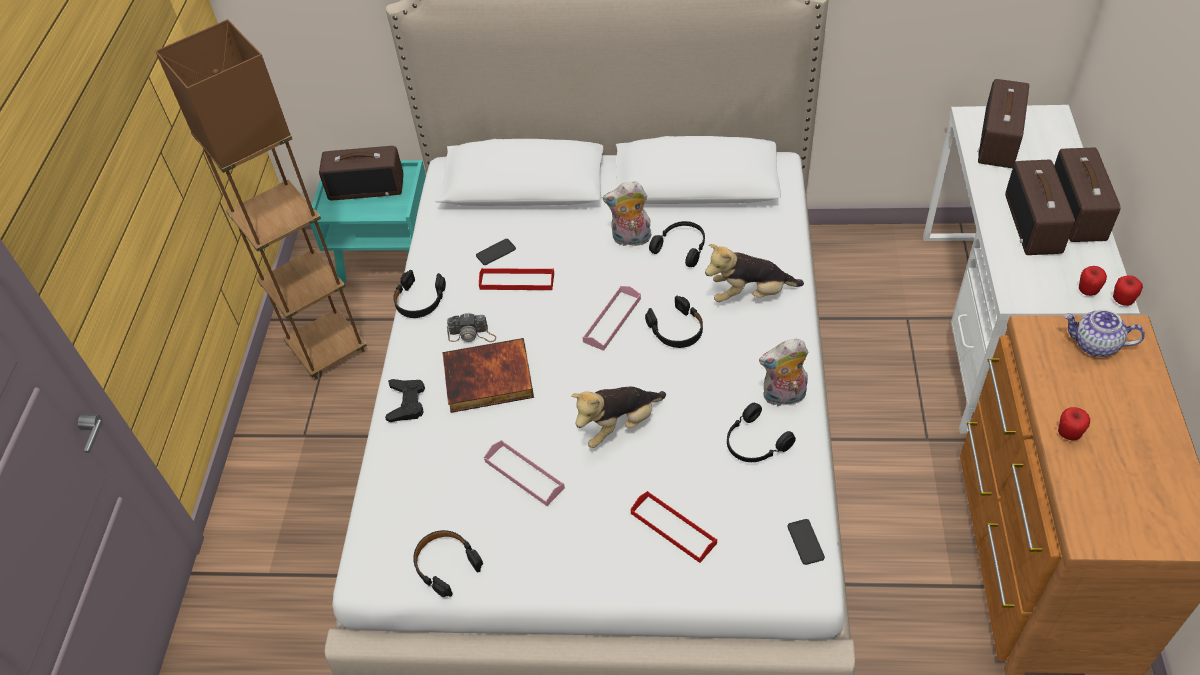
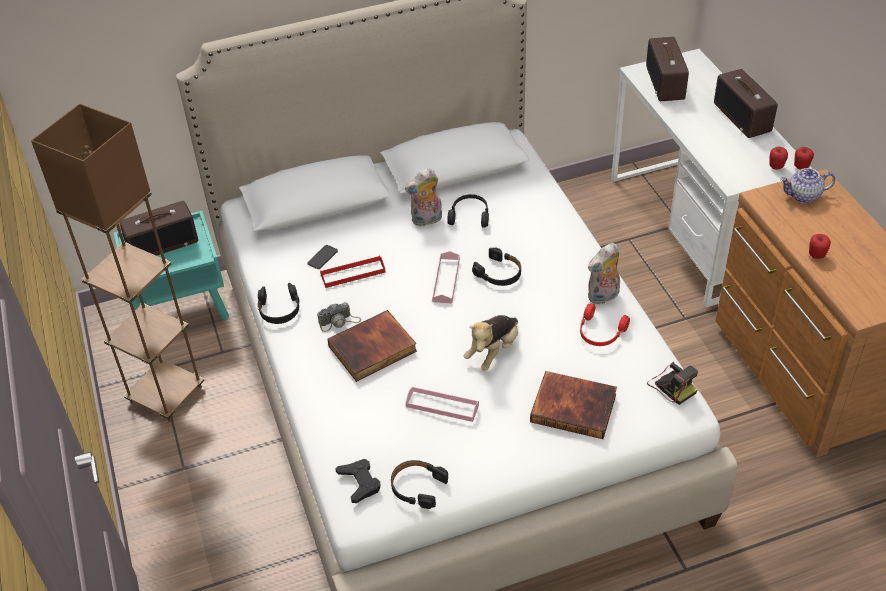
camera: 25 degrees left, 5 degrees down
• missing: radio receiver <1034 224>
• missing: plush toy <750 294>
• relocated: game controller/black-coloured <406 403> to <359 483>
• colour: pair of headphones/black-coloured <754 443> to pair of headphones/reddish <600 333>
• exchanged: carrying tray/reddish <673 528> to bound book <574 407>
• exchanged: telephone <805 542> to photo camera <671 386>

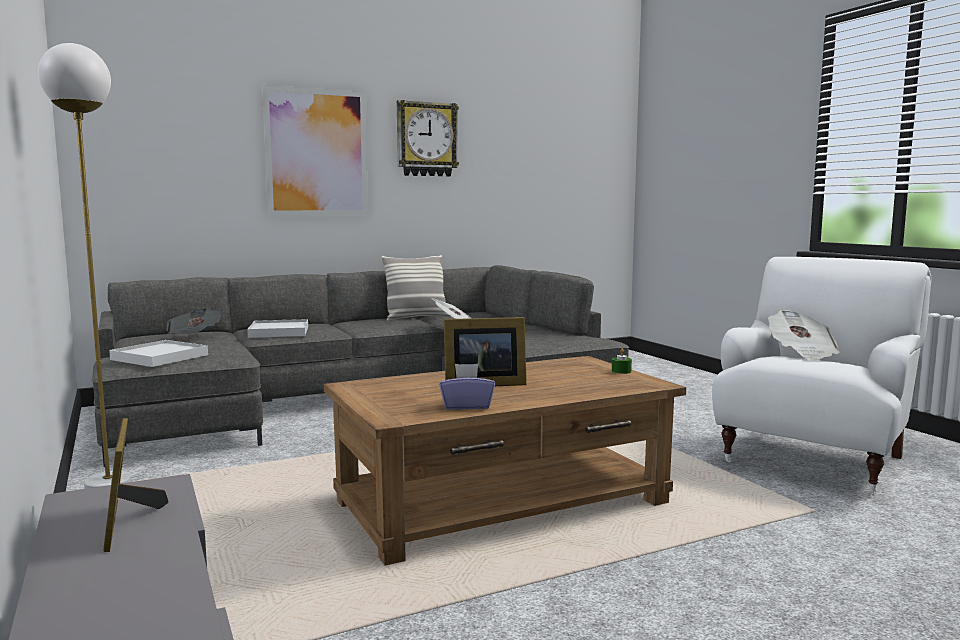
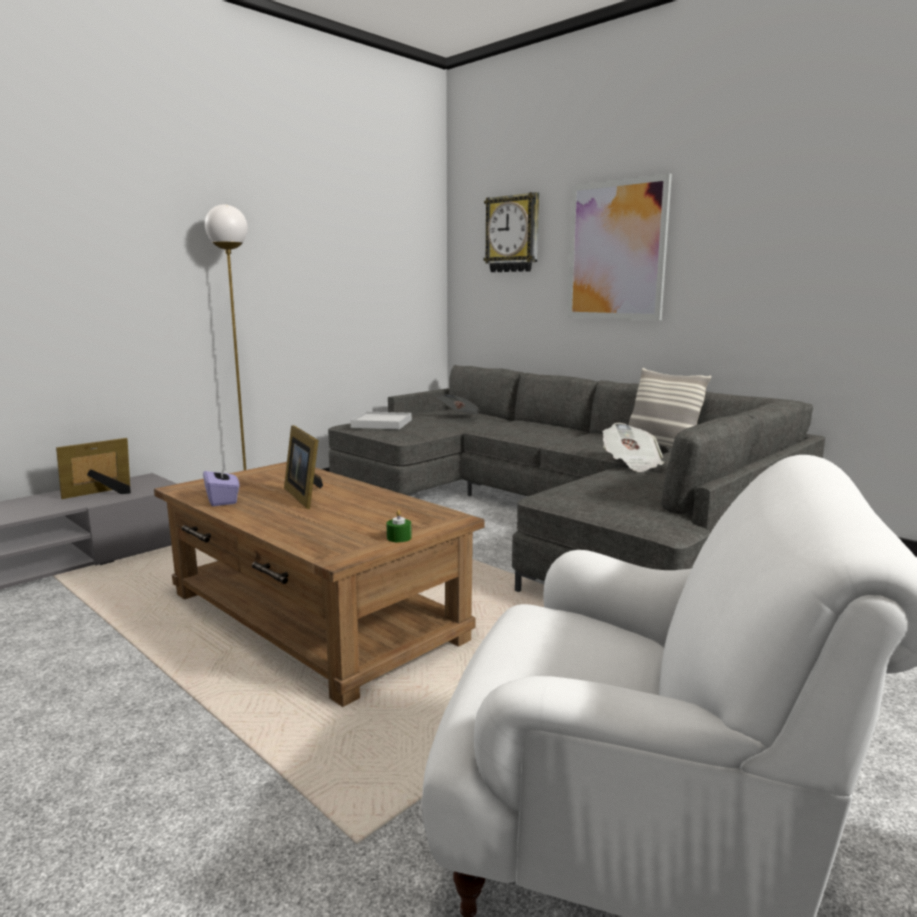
camera: 70 degrees right, 5 degrees up
• relocated: clock on the wall <426 139> to <513 234>
• missing: newspaper <801 353>
• missing: carrying tray/white <279 332>

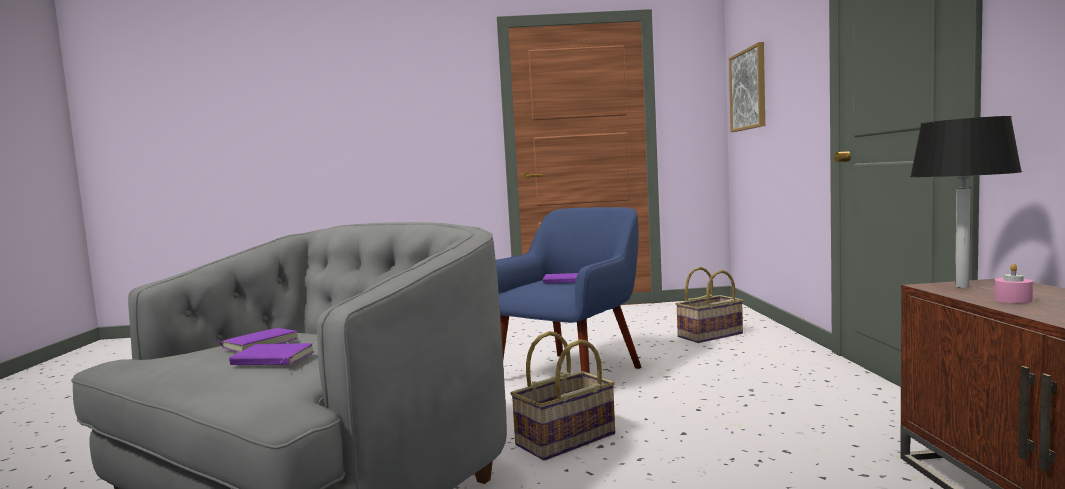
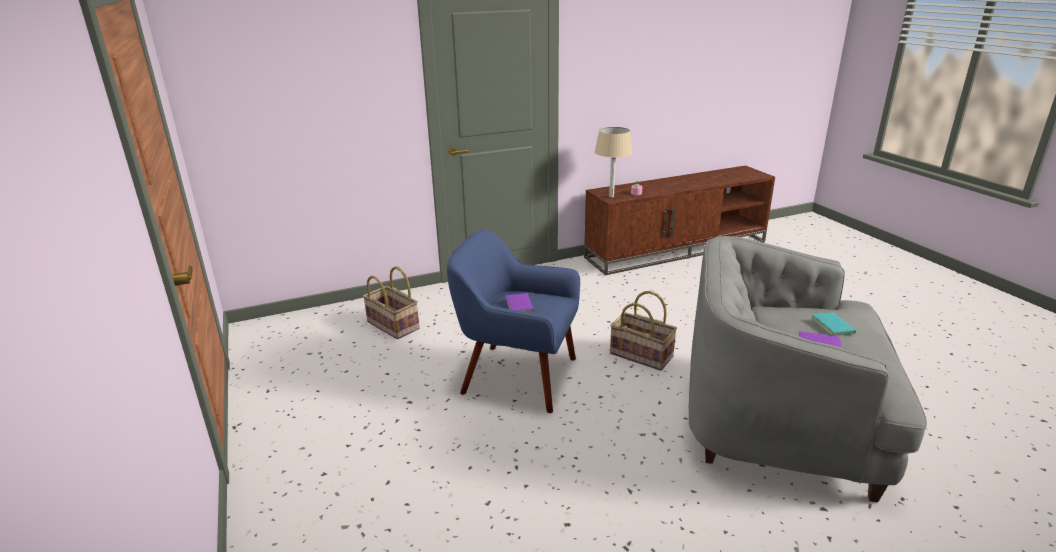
camera: 110 degrees left, 20 degrees up
• missing: wall picture <748 90>
• colour: table lamp/black-coloured <962 286> to table lamp/beige <611 196>
• colour: bound book/purple-coloured <271 360> to bound book/blue-green <833 326>

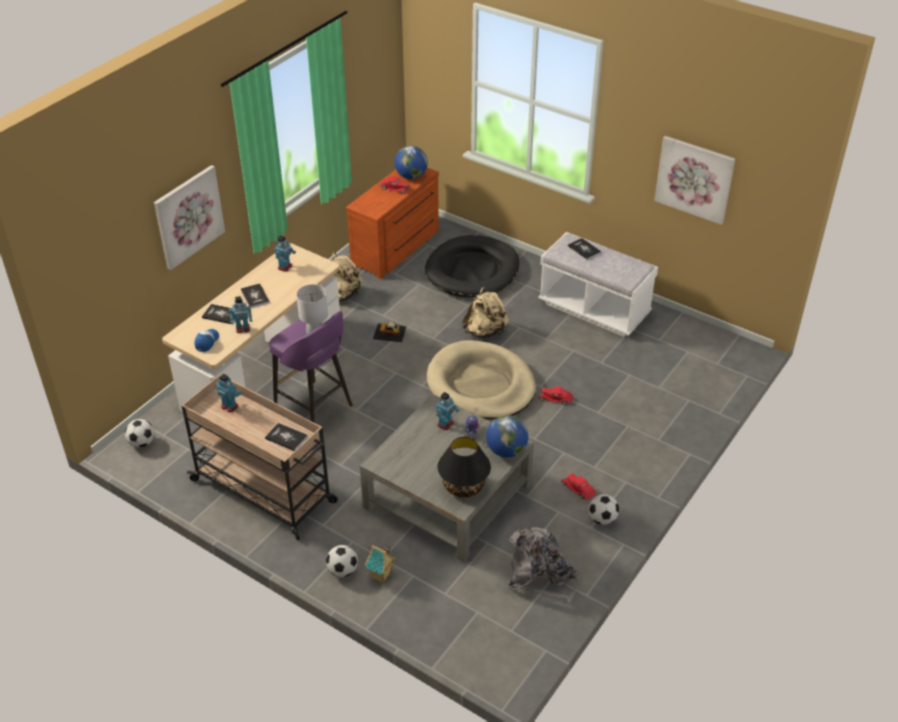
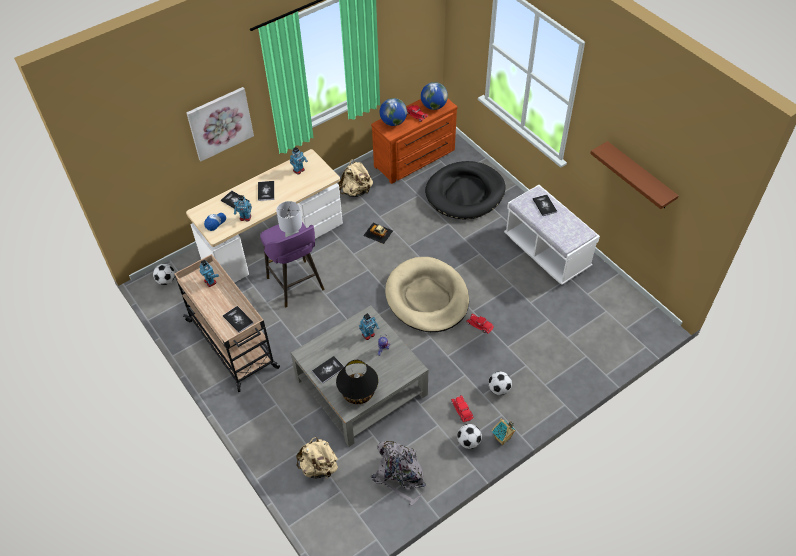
camera: 20 degrees right, 10 degrees up
• exchanged: wall picture <694 179> to wall shelf/brownish <639 176>
• relocated: knapsack/beige <485 332> to <319 467>
• relocated: globe <506 451> to <393 122>
• relocated: football <343 570> to <499 389>
• relocated: model house <381 576> to <502 439>
• appeared: bound book <328 370>

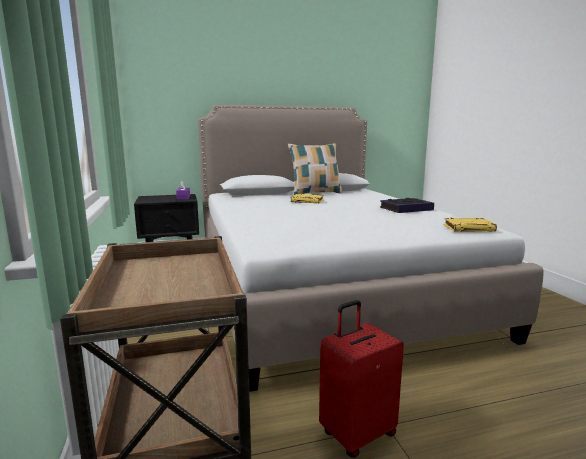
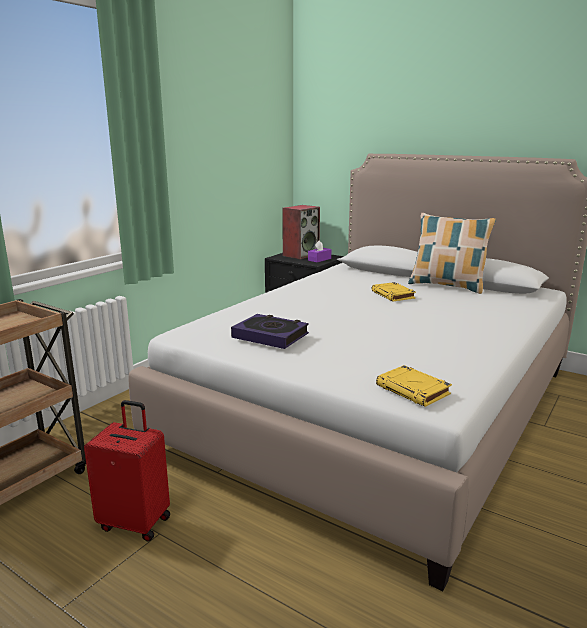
camera: 50 degrees right, 5 degrees up
• relocated: bound book <406 209> to <270 336>
• appeared: audio speaker <301 255>

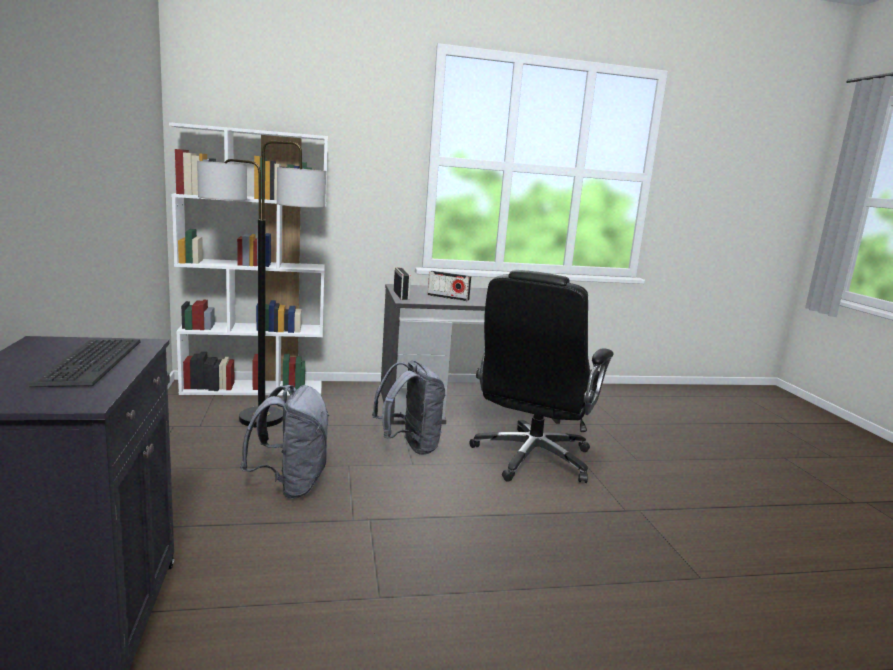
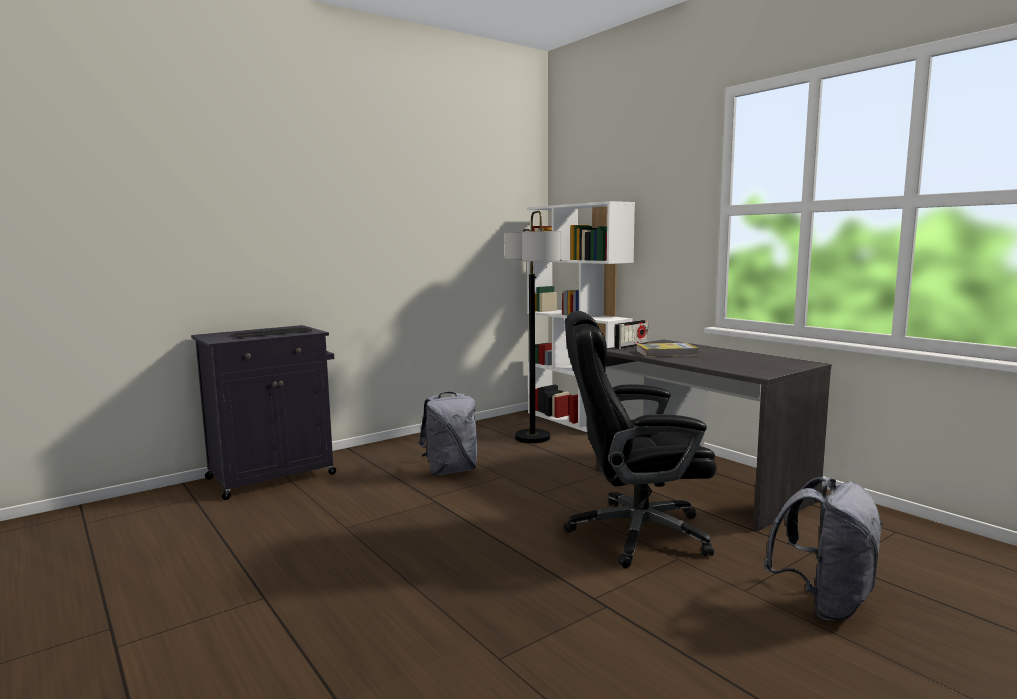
camera: 65 degrees right, 5 degrees down
• exchanged: radio receiver <448 297> to bound book <666 353>
• relocated: knapsack/gray <409 446> to <824 603>

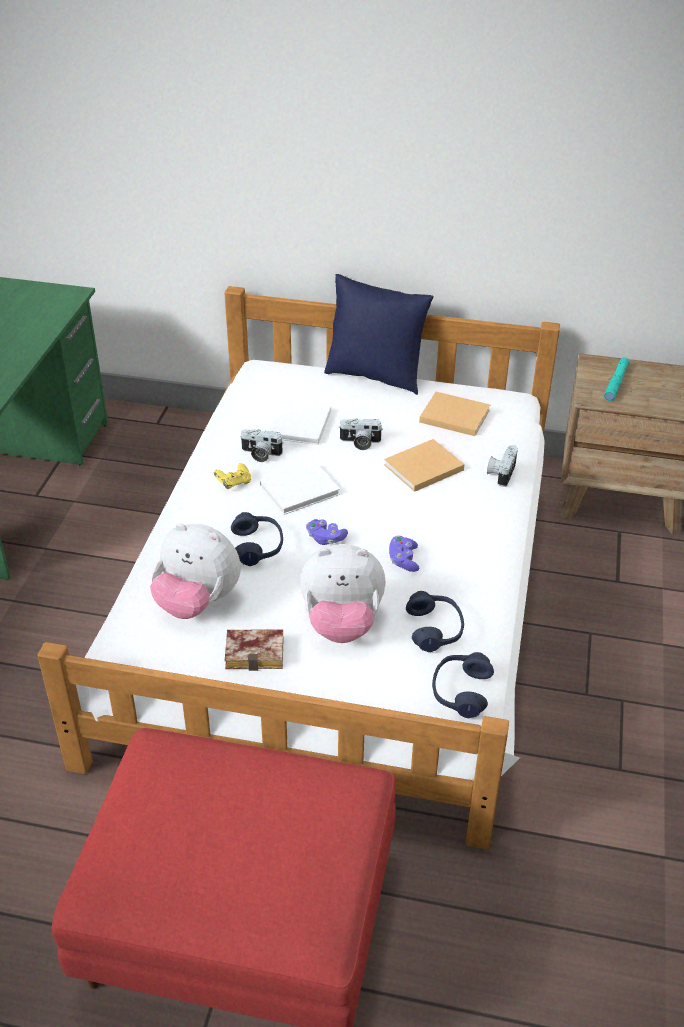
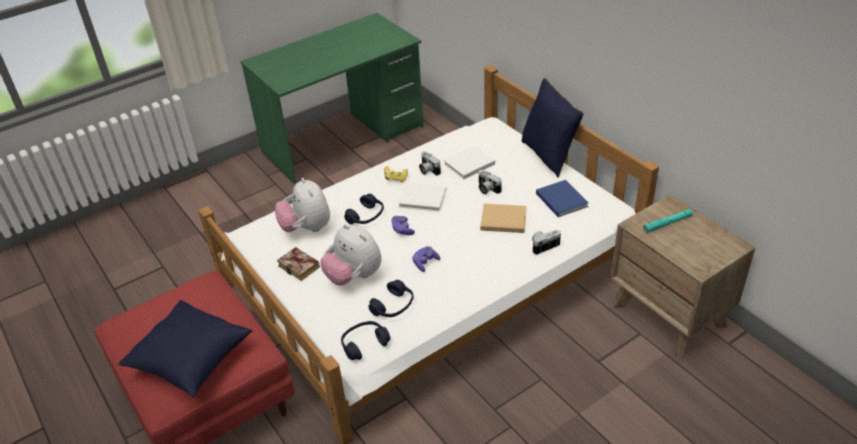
camera: 45 degrees right, 0 degrees up
• colour: bound book/beige <452 415> to bound book/bluish <560 199>
• appeared: cushion/bluish <191 360>

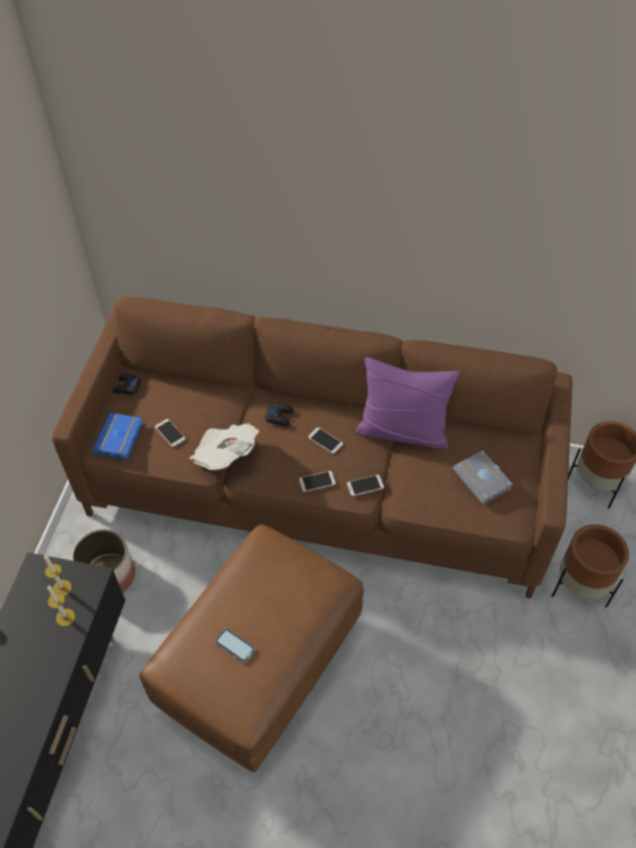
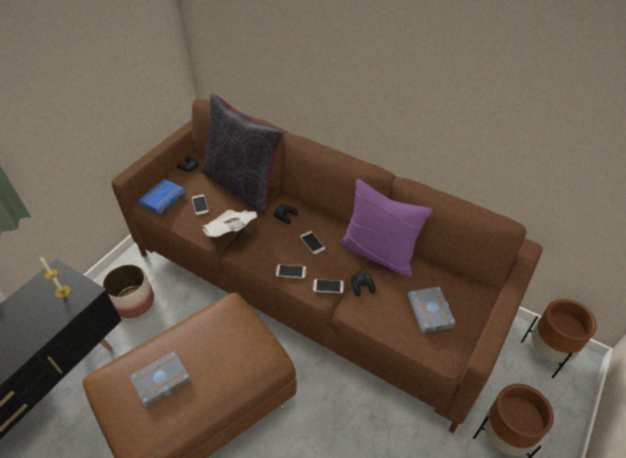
camera: 20 degrees right, 5 degrees down
• missing: wax light <65 617>
• exchanged: telephone <235 646> to bound book/gray <161 382>
• appeared: cushion/black-coloured <242 185>
• appeared: game controller/black-coloured <362 286>

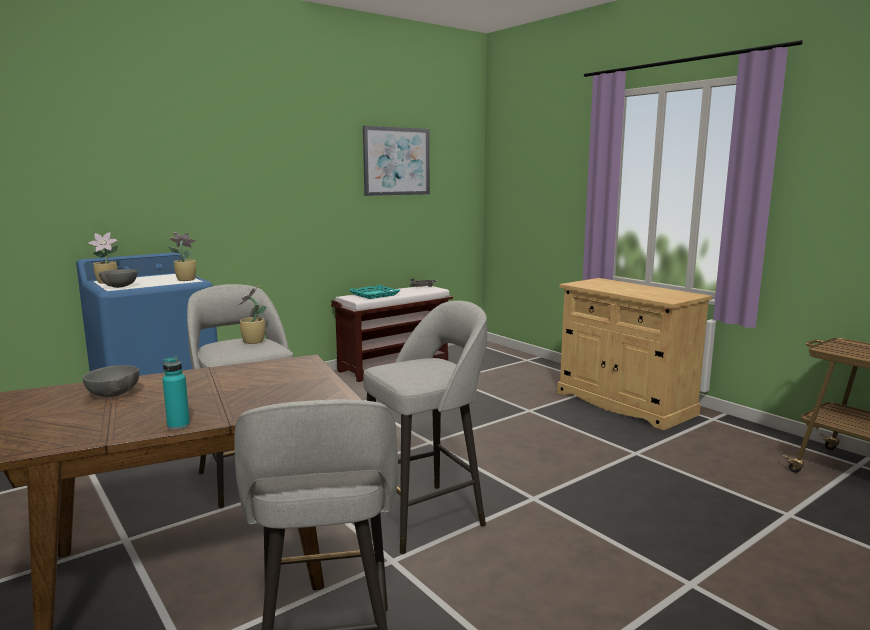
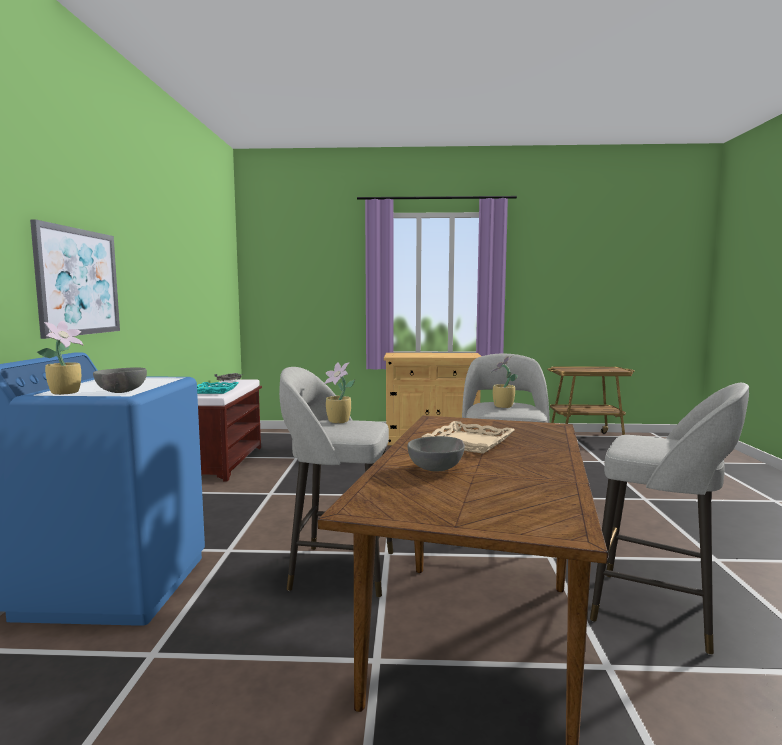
camera: 50 degrees left, 5 degrees down
• relocated: wall picture <396 161> to <78 282>
• relocated: plant in a pot <185 280> to <502 406>
• missing: drink bottle/blue-green <178 425>
• appeared: carrying tray/beige <468 442>

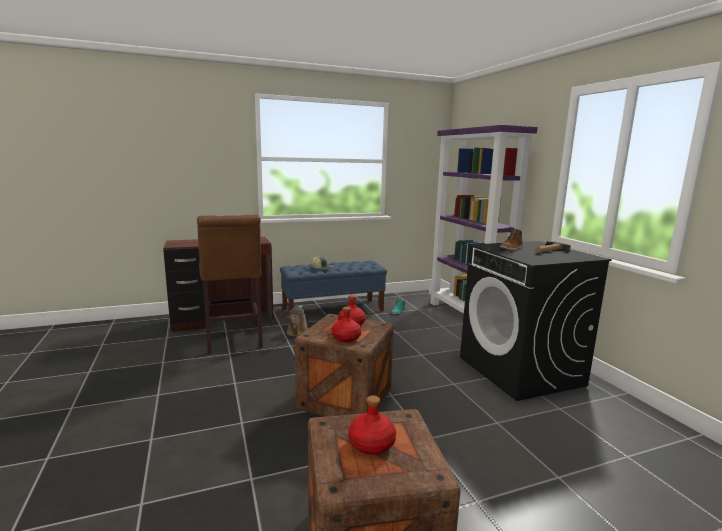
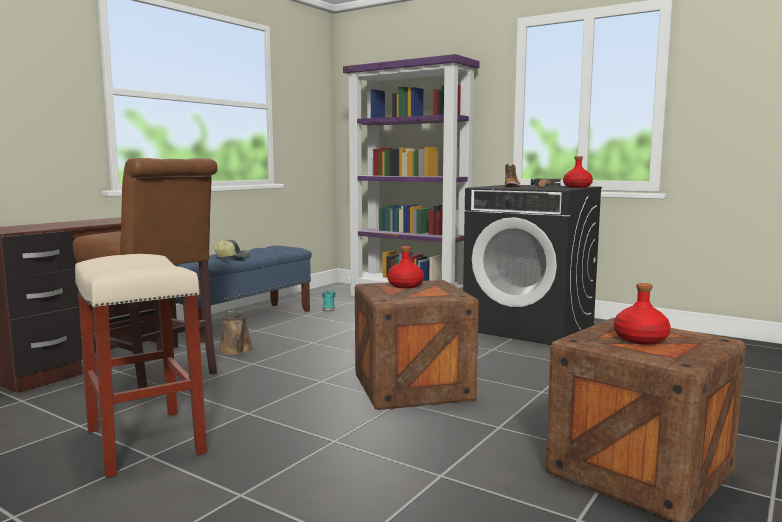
camera: 35 degrees left, 5 degrees down
• relocated: drink bottle/reddish <346 338> to <577 187>
• appeared: stool/beige <143 441>

